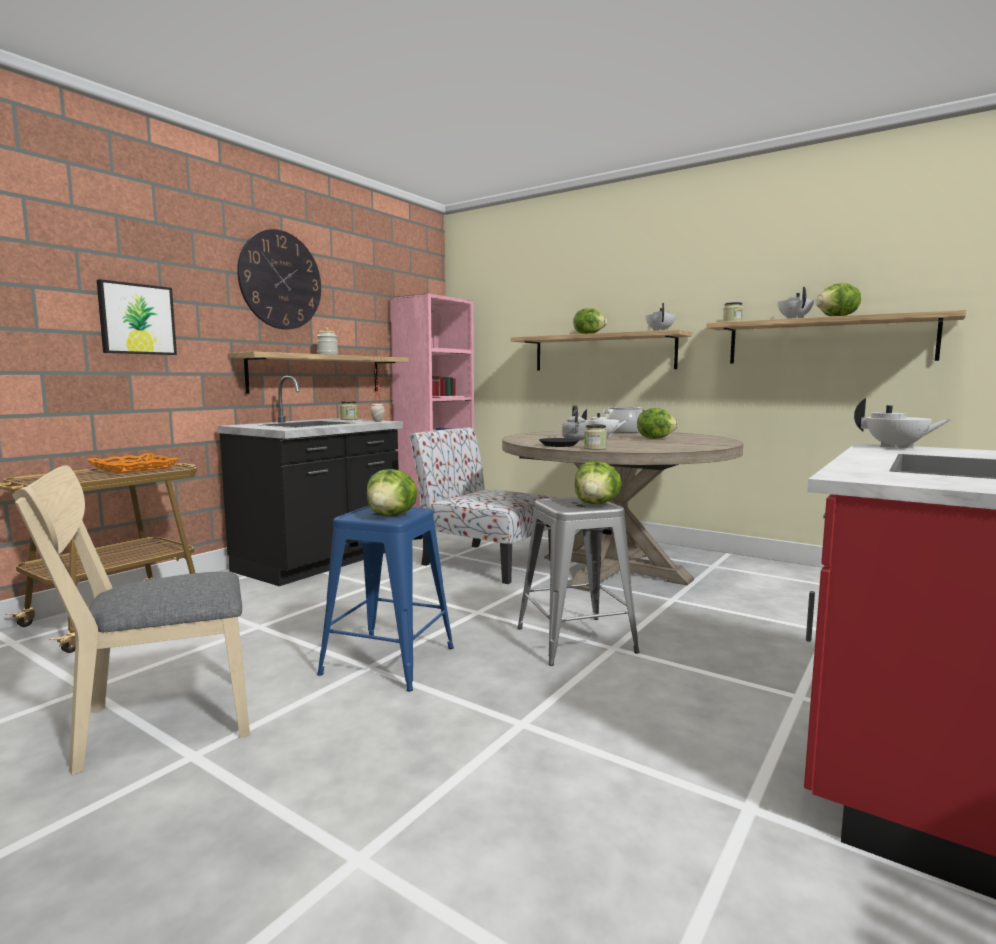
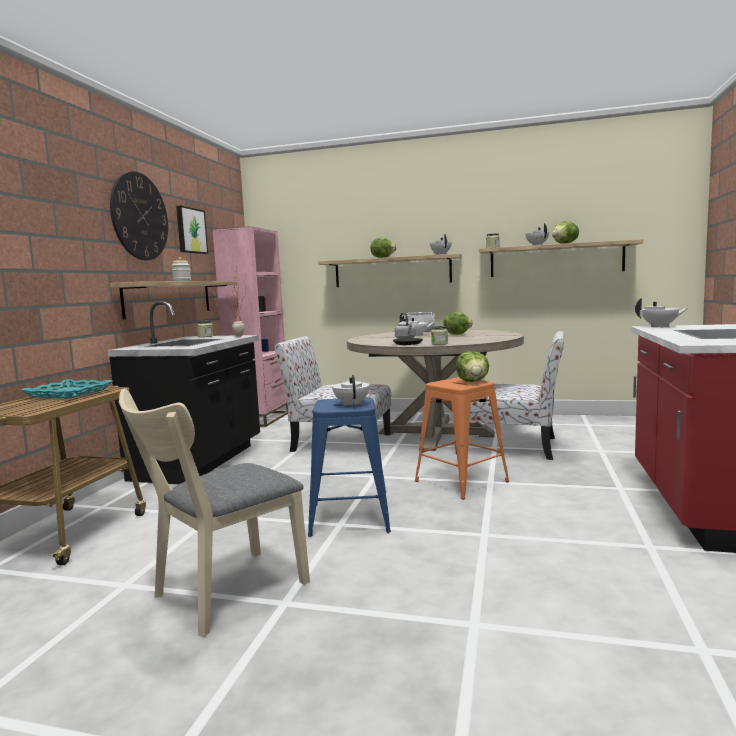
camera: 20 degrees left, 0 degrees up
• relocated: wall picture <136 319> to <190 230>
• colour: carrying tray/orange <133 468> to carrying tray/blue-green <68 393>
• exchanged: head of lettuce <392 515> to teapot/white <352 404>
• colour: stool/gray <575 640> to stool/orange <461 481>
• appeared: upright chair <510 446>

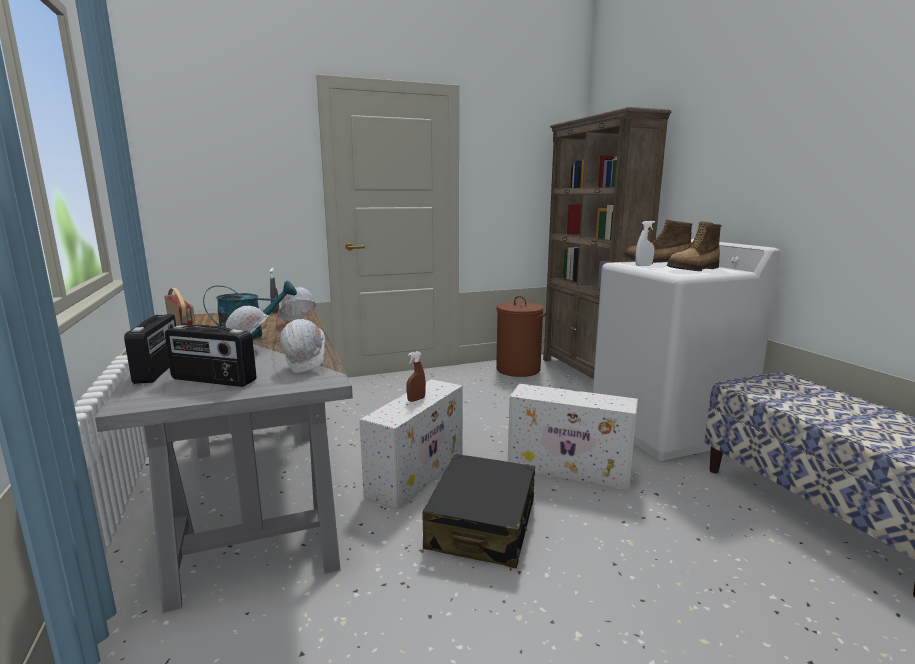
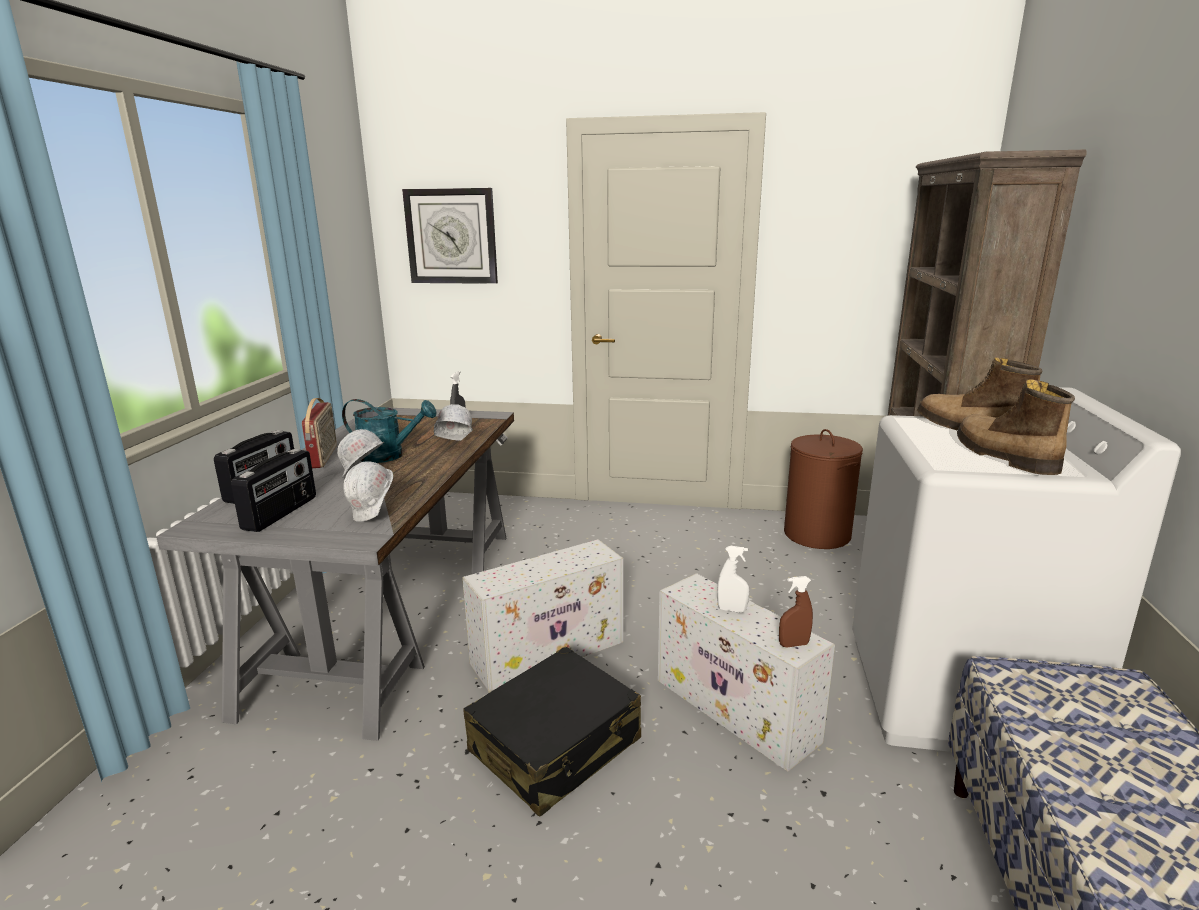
camera: 30 degrees right, 5 degrees up
• relocated: sprayer/white <643 265> to <731 610>
• spun: tall boot <694 269> = <1002 456> 75 degrees clockwise
• spun: radio receiver <213 380> = <281 513> 120 degrees counterclockwise
• relocated: sprayer/brownish <416 399> to <793 644>
• appeared: clock on the wall <451 236>

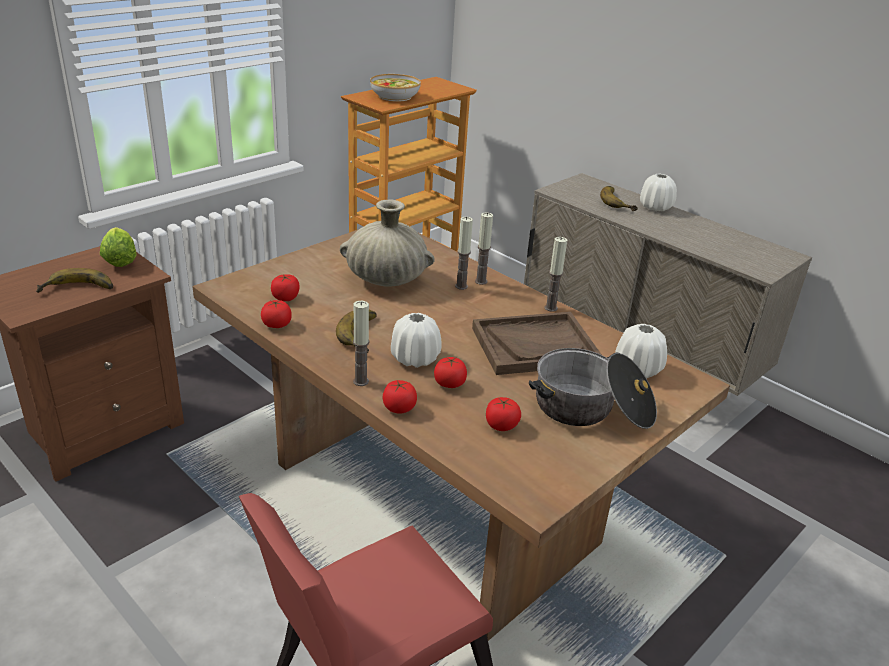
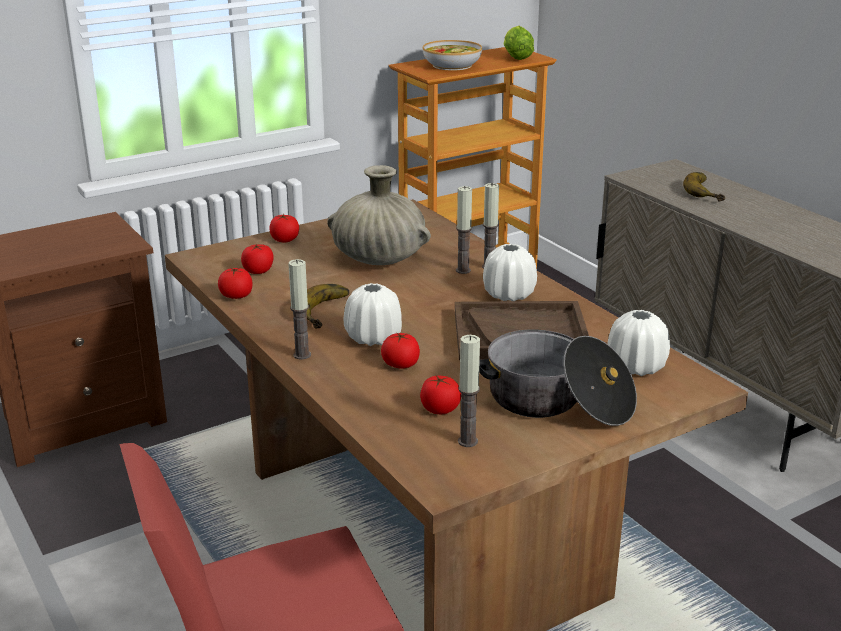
camera: 15 degrees right, 5 degrees down
• relocated: vase/white <655 207> to <509 295>
• relocated: head of lettuce <120 260> to <516 57>
• relocated: wax light <551 308> to <468 441>
• missing: banana <77 290>
• relocated: whole tomato <399 408> to <285 240>

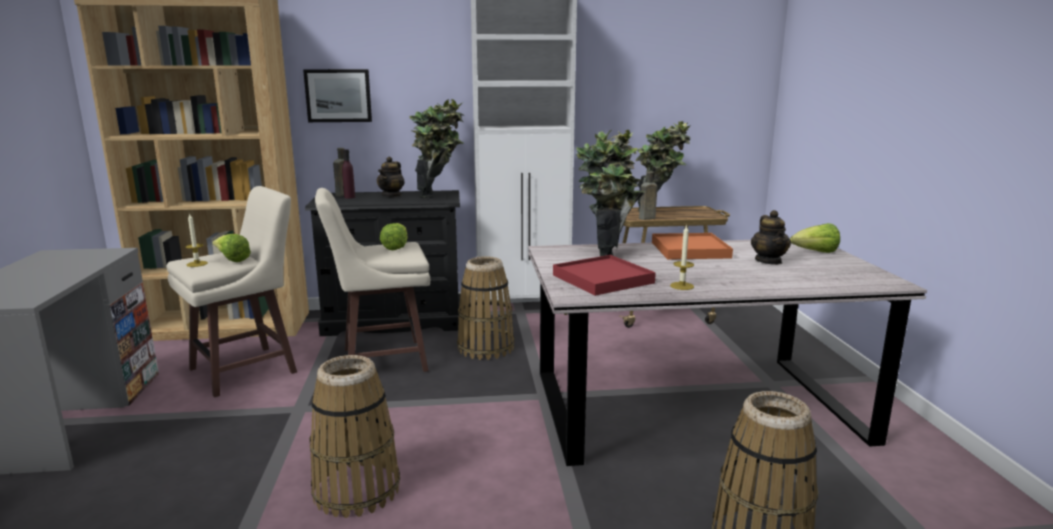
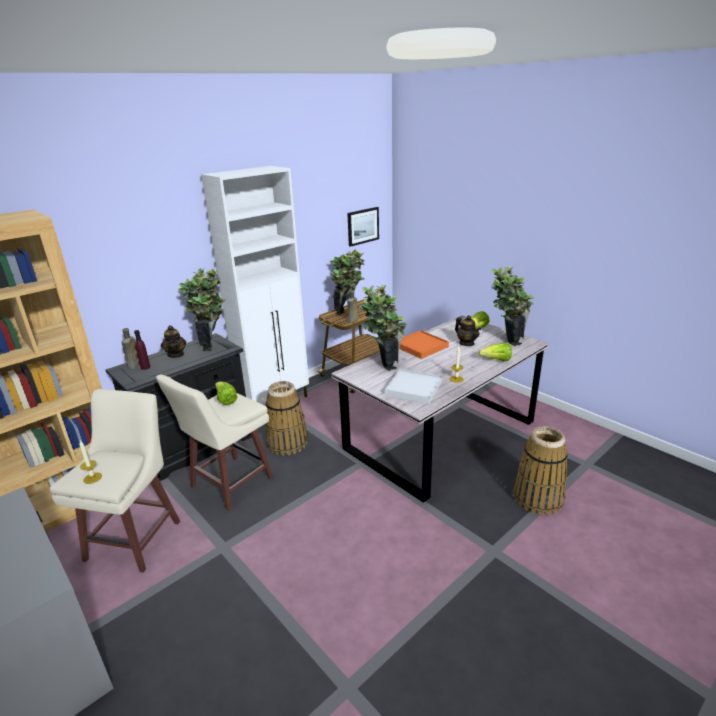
camera: 35 degrees left, 10 degrees up
• relocated: wall picture <338 95> to <362 226>
• relocated: head of lettuce <232 260> to <496 360>
• colour: carrying tray/reddish <603 279> to carrying tray/white <413 388>
• missing: storage basket <356 490>
• appeared: plant in a pot <506 339>

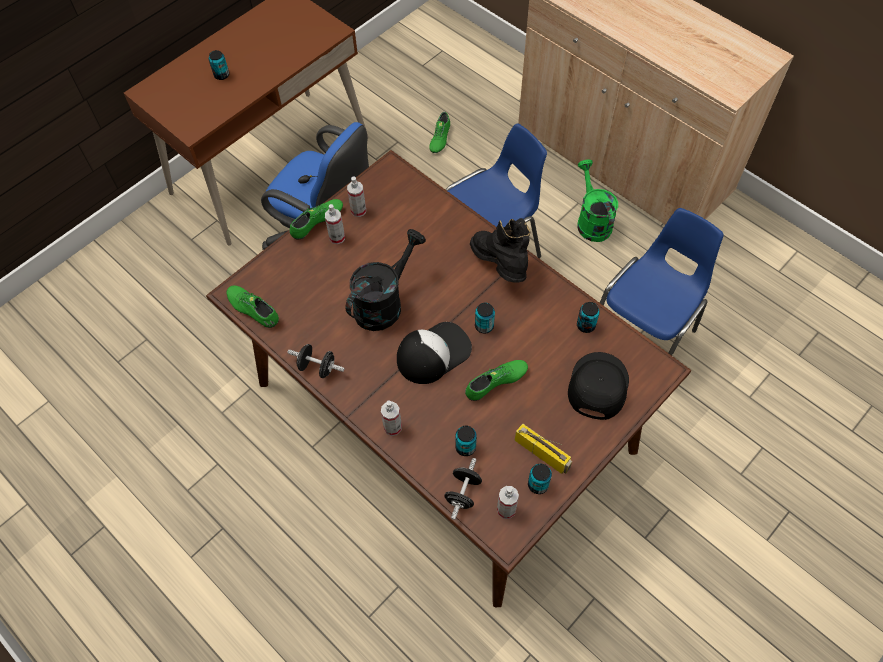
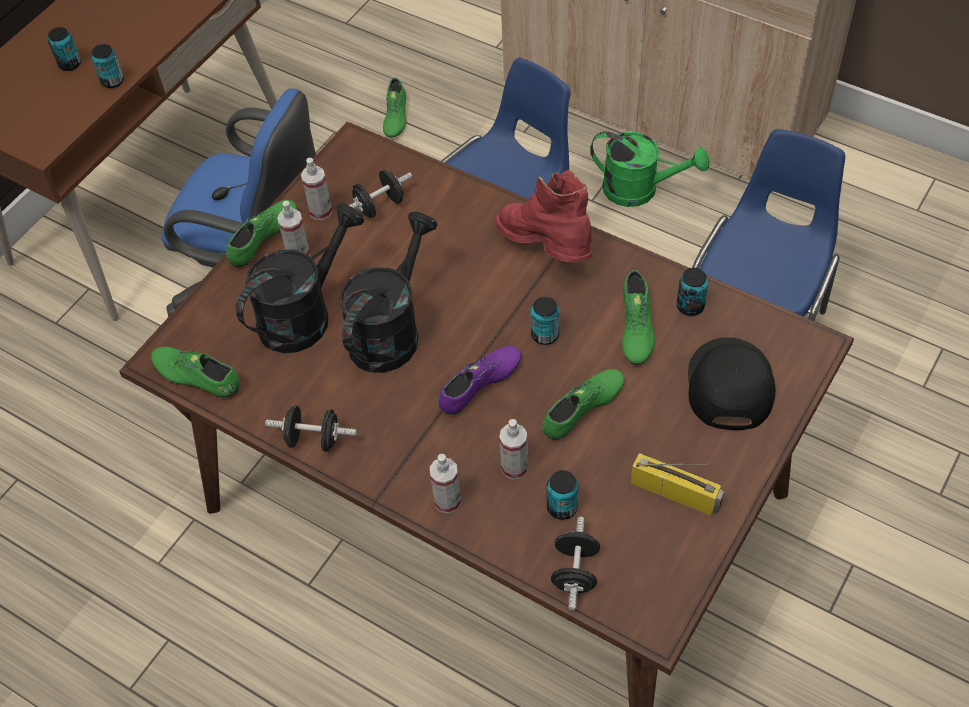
camera: 10 degrees left, 5 degrees down
• spun: watering can/green-coloured <591 220> = <640 190> 135 degrees clockwise
• colour: tall boot/black-coloured <500 266> to tall boot/reddish <547 249>
• exchanged: peaked cap <433 353> to shoe/purple-coloured <480 386>
• relocated: sealed can <538 484> to <112 81>
• relocated: sprayer <506 510> to <514 467>
• appeared: hand weight/black-coloured <379 206>
• appeared: watering can/black-coloured <304 313>
• appeared: shoe/green-coloured <635 328>

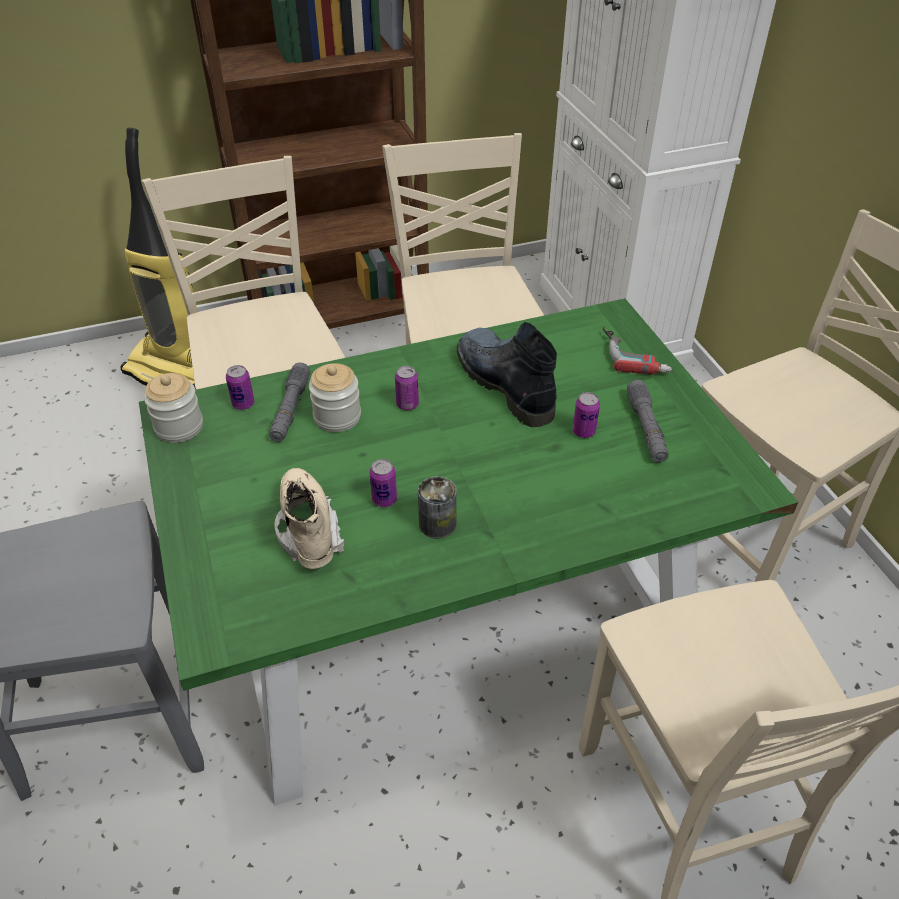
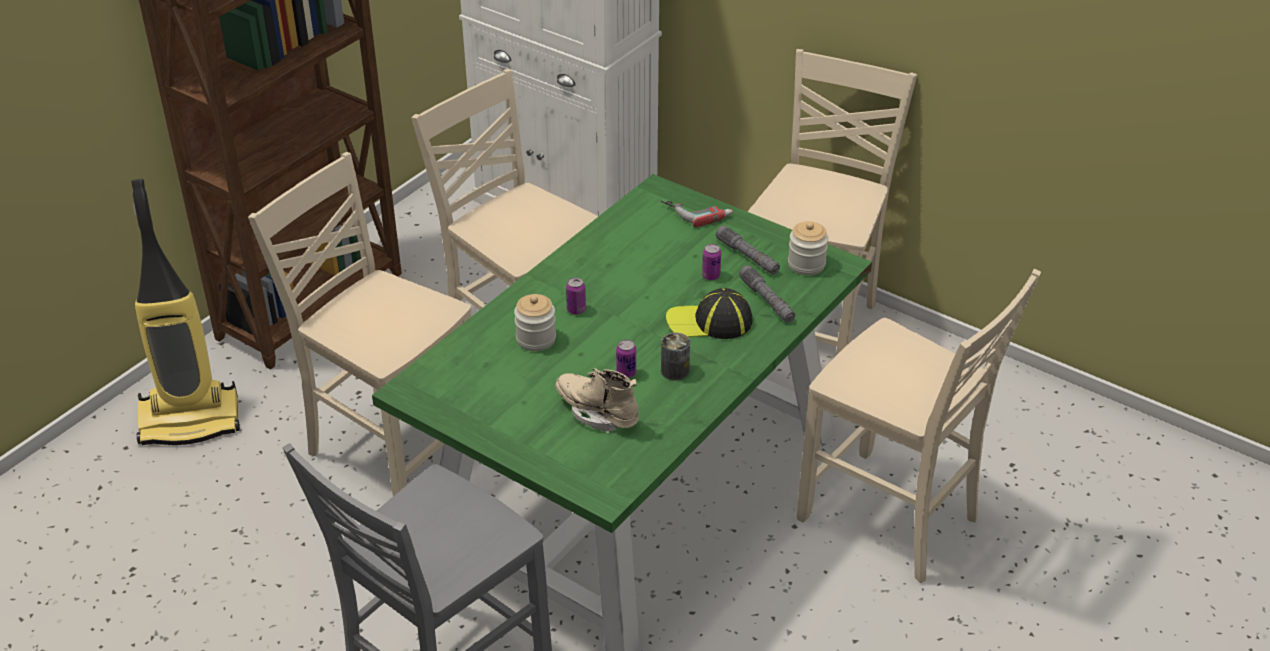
camera: 35 degrees left, 5 degrees down
• missing: tall boot <503 383>
• relocated: torch/gray <290 409> to <767 300>
• missing: sealed can <243 404>
• relocated: storage jar <179 427> to <806 264>
• appeared: peaked cap <709 322>

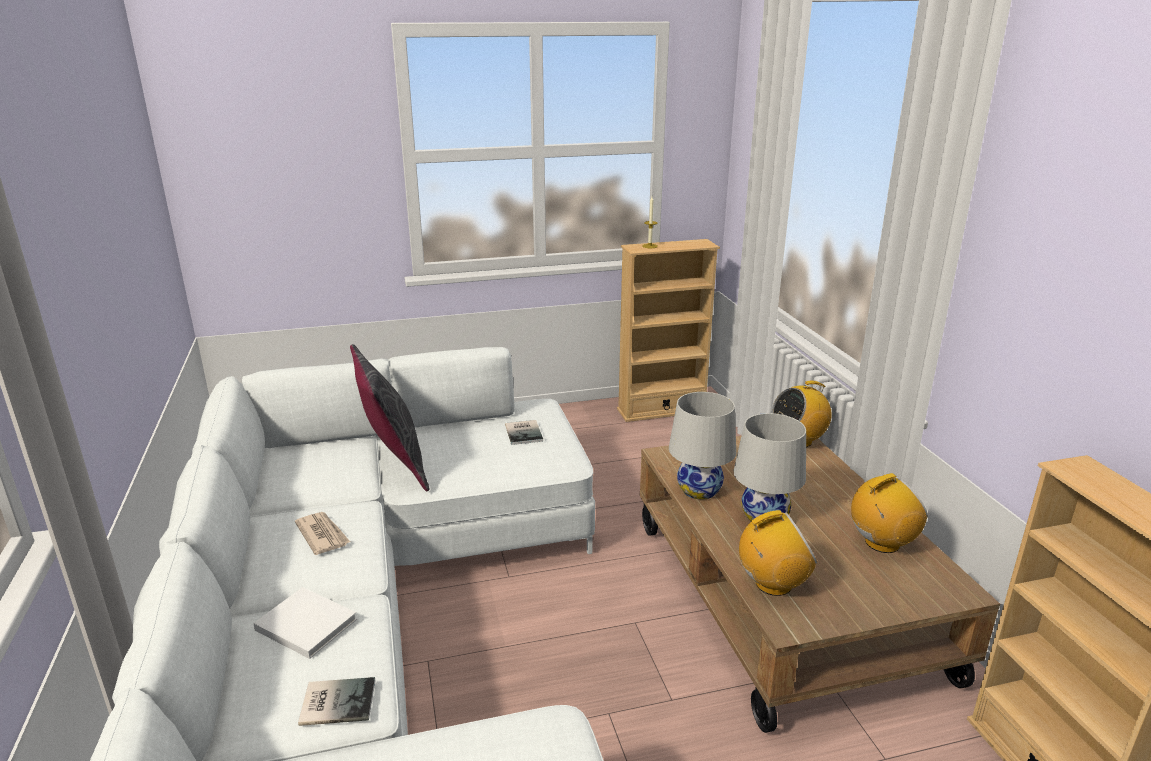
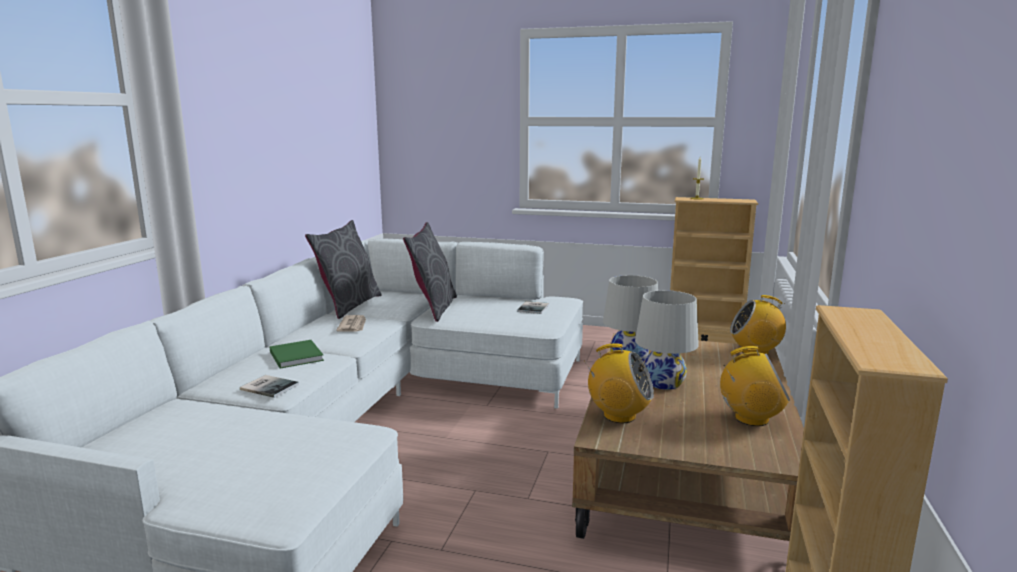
camera: 30 degrees right, 10 degrees down
• colour: bound book/white <304 623> to bound book/green-coloured <296 355>
• appeared: cushion/gray <348 305>

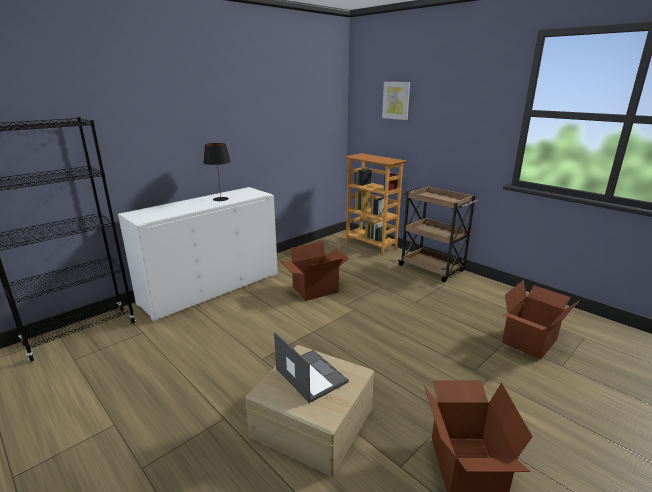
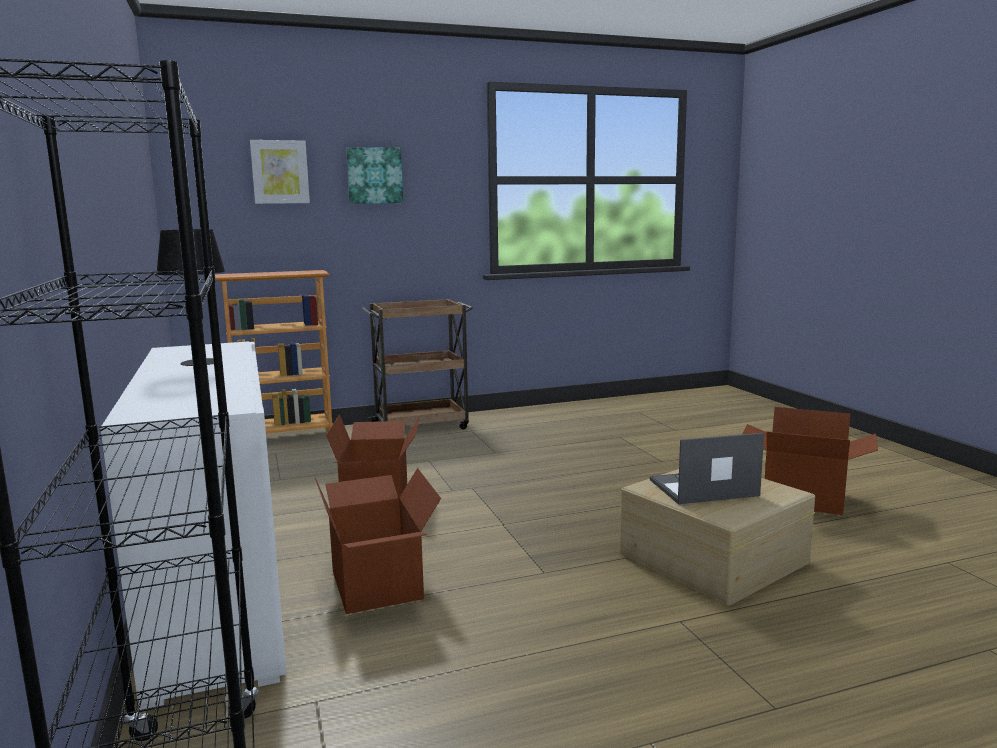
camera: 65 degrees left, 10 degrees down
• relocated: carton <530 342> to <378 584>
• appeared: wall picture <374 175>

